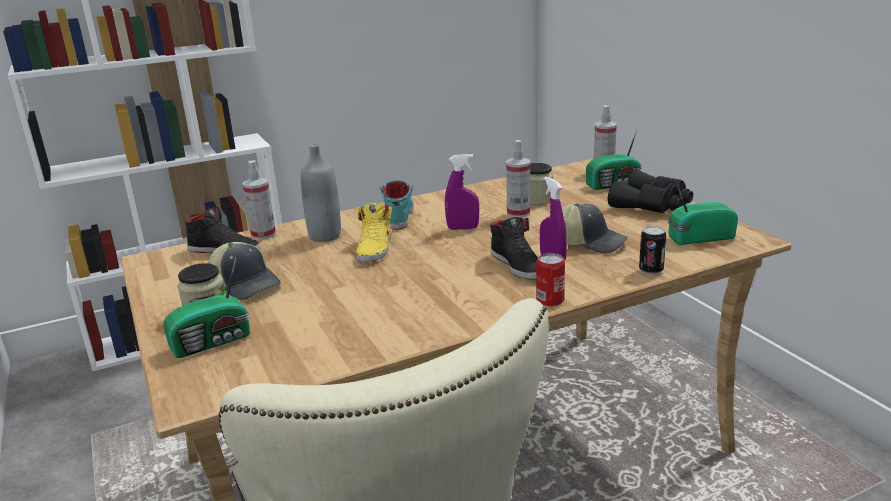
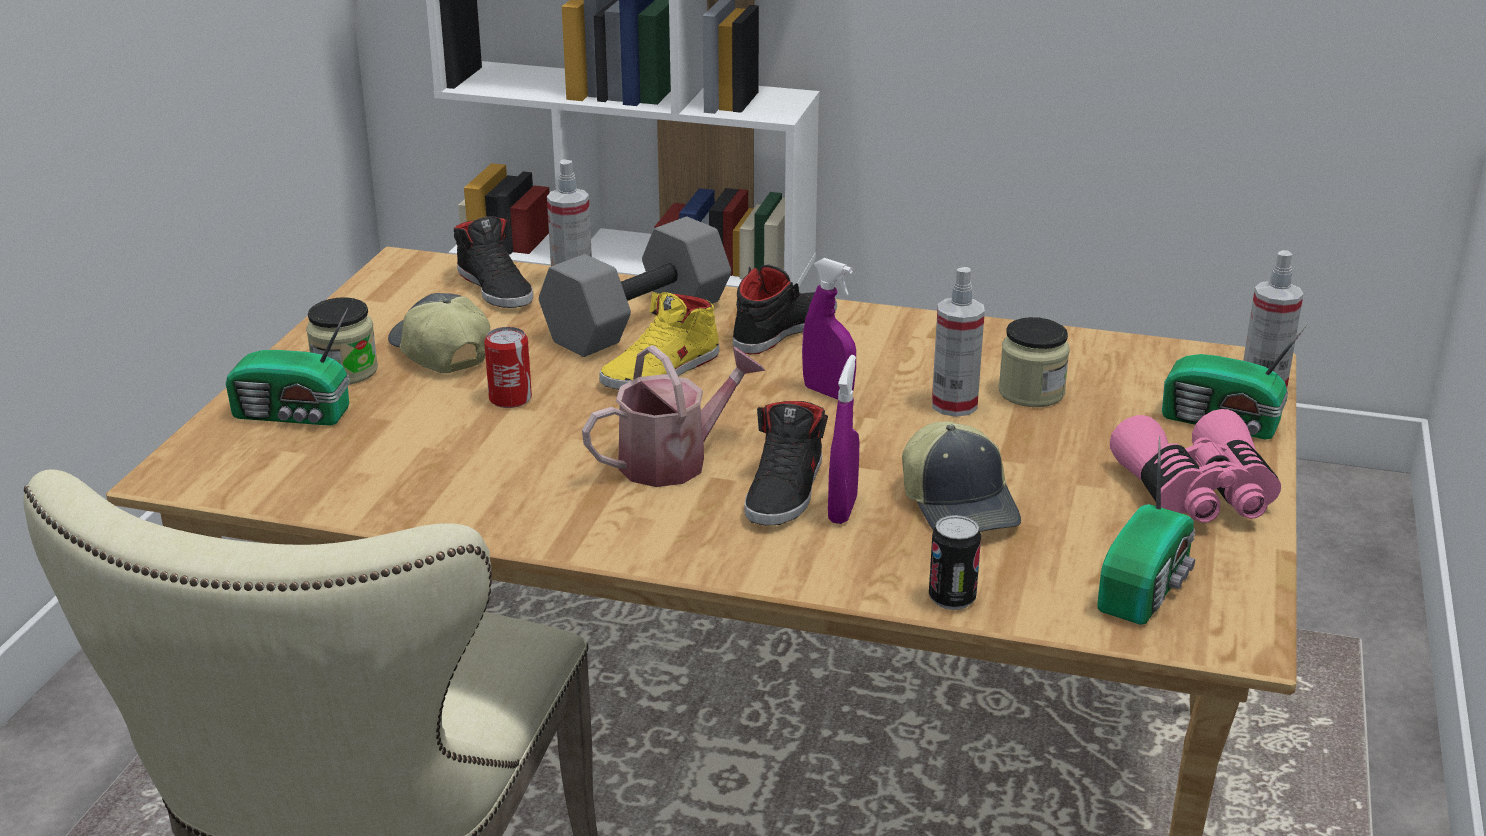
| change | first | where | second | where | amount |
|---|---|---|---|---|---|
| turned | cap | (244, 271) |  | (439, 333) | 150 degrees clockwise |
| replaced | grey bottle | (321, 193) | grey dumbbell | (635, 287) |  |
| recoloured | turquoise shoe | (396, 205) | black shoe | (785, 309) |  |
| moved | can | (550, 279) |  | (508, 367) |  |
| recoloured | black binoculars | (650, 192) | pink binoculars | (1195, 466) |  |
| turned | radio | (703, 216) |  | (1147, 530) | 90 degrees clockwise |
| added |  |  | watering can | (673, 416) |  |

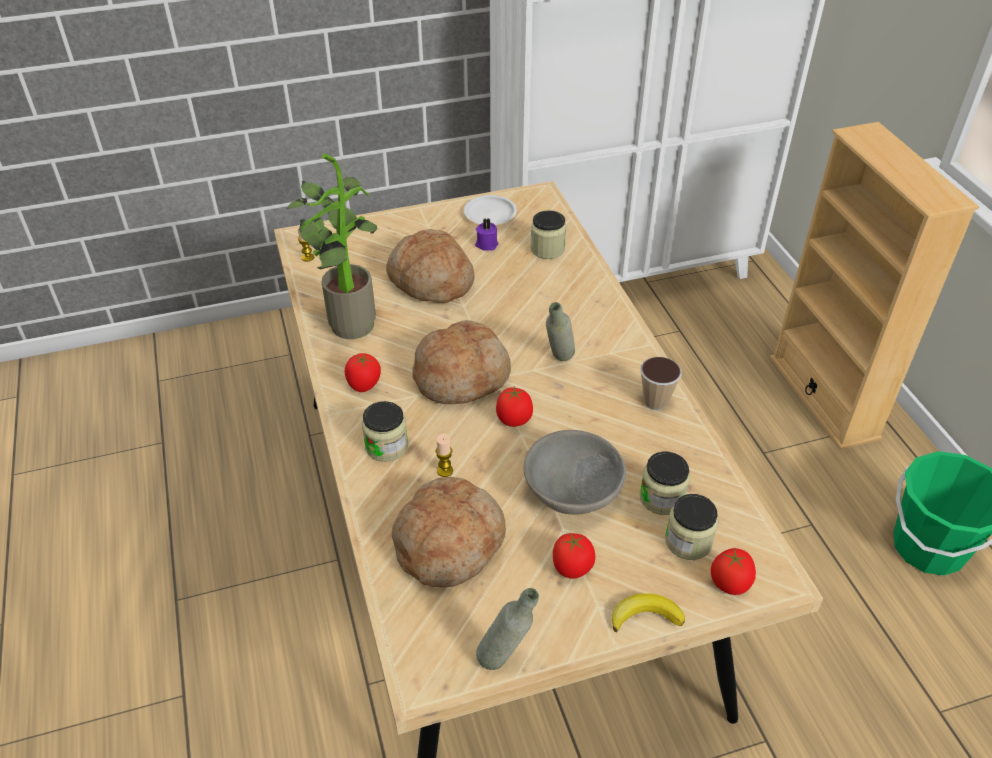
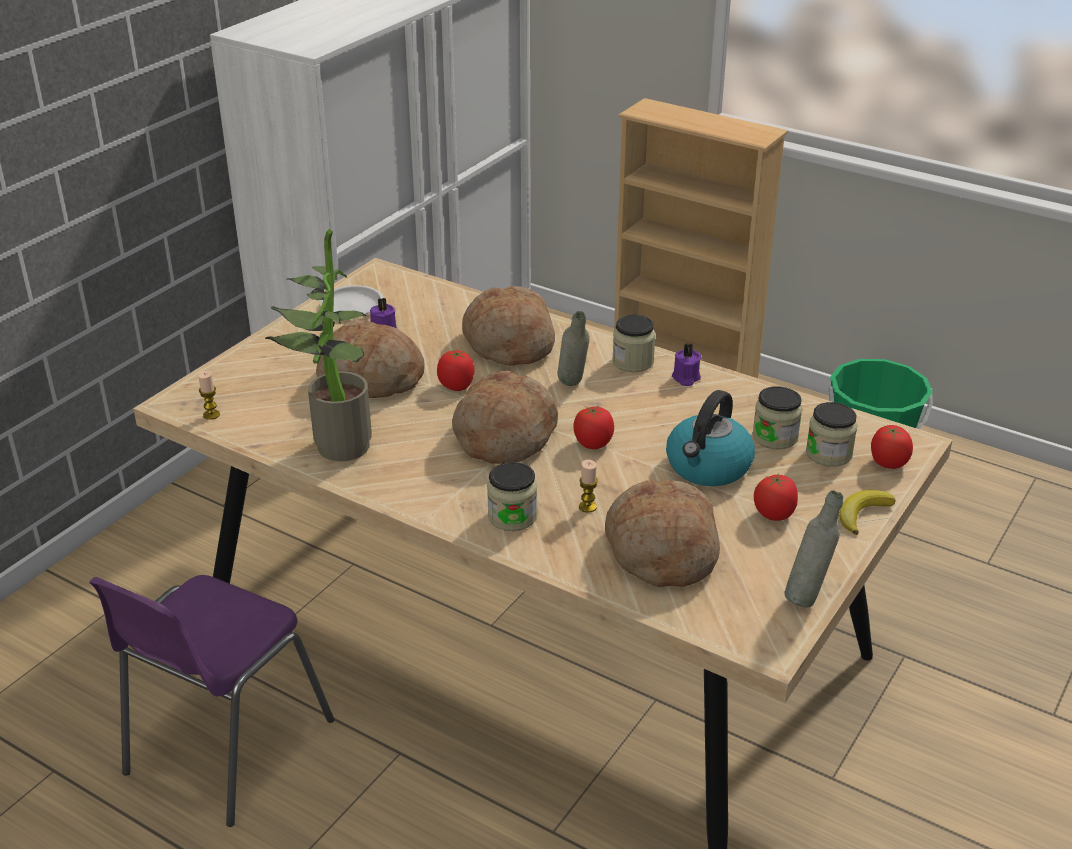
| change | first | where | second | where | amount |
|---|---|---|---|---|---|
| moved | tomato | (363, 372) |  | (455, 370) |  |
| replaced | grey bowl | (574, 472) | kettle | (710, 438) |  |
| moved | jar | (548, 234) |  | (634, 343) |  |
| replaced | cup | (661, 383) | purple candle | (687, 365) |  |
| added |  |  | purple chair | (211, 701) |  |
| added |  |  | bread | (508, 326) |  |

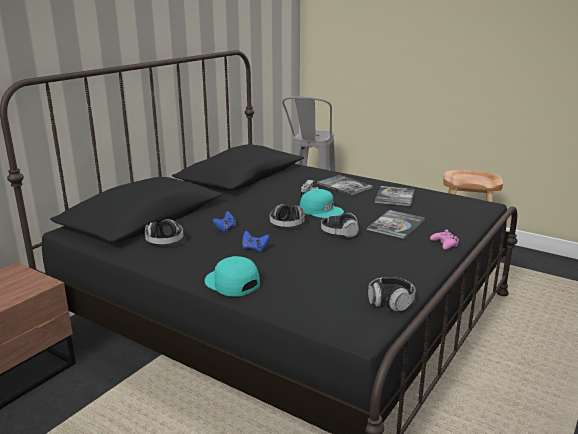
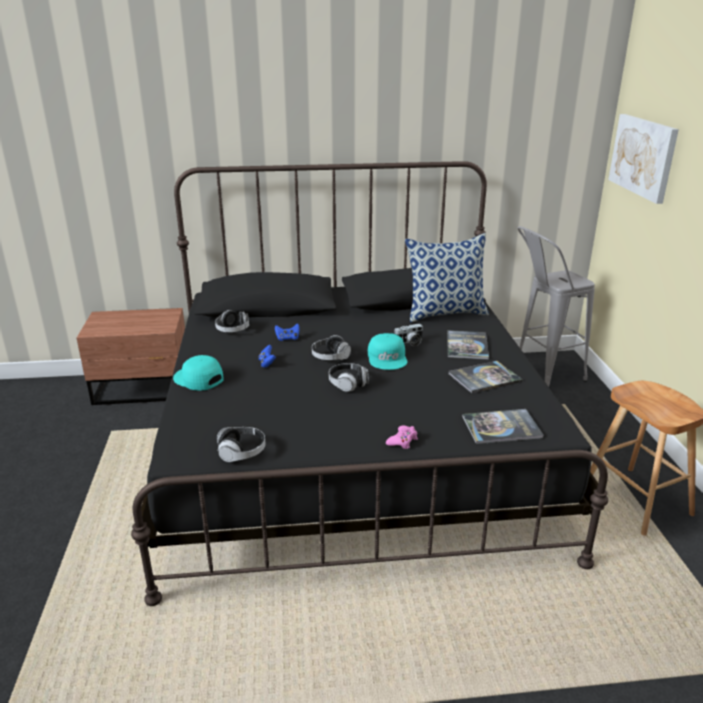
| change | first | where | second | where | amount |
|---|---|---|---|---|---|
| turned | turquoise cap | (232, 276) |  | (198, 373) | 60 degrees counterclockwise |
| moved | book | (396, 224) |  | (502, 426) |  |
| added |  |  | pillow | (447, 277) |  |
| added |  |  | picture | (643, 159) |  |

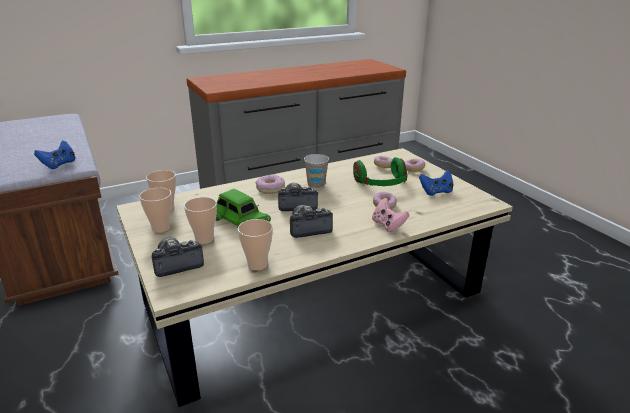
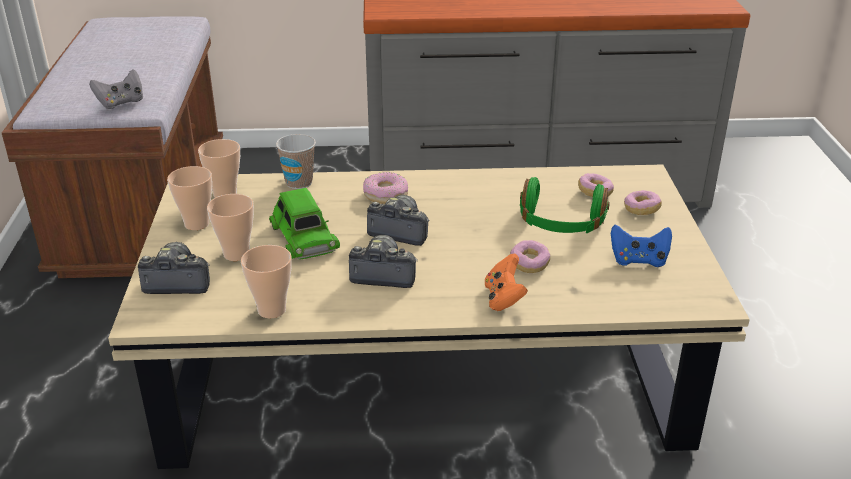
| change | first | where | second | where | amount |
|---|---|---|---|---|---|
| recoloured | blue game controller | (55, 154) | grey game controller | (116, 89) |  |
| moved | cup | (316, 171) |  | (296, 161) |  |
| recoloured | pink game controller | (390, 215) | orange game controller | (506, 282) |  |

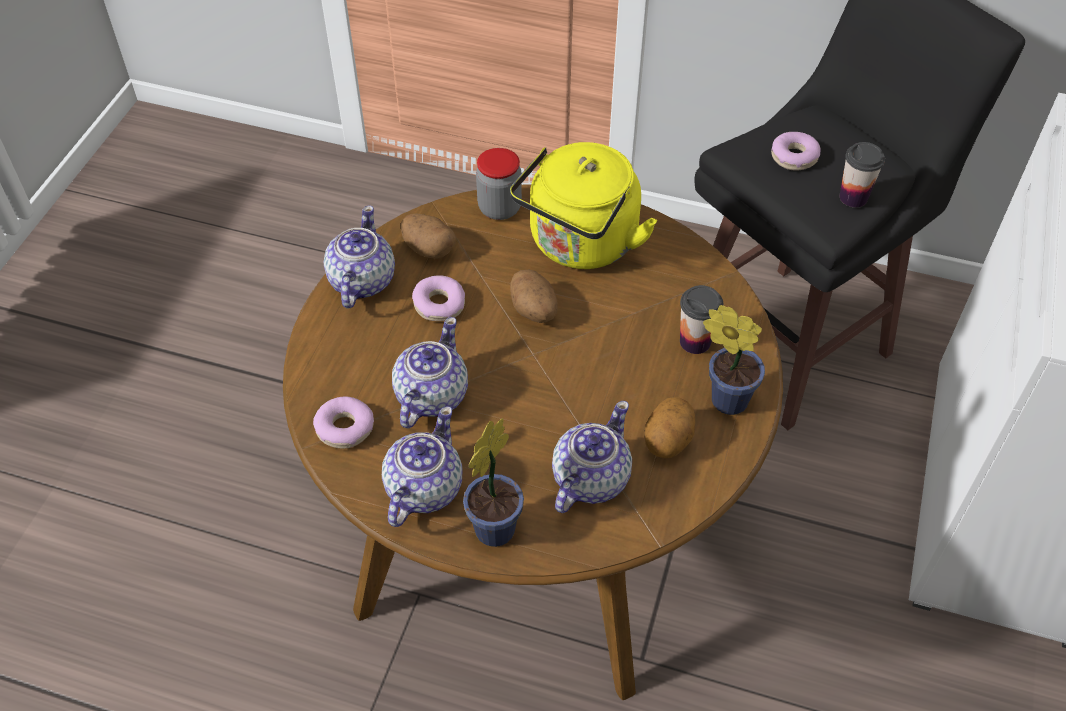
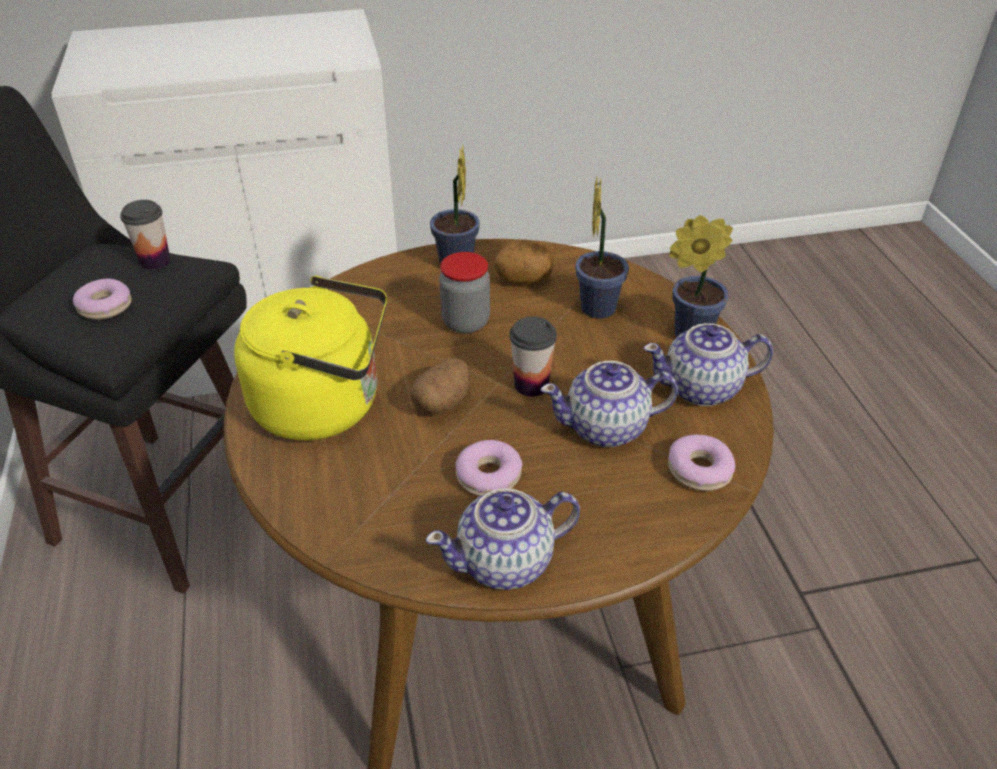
| change | first | where | second | where | amount |
|---|---|---|---|---|---|
| removed | potato | (428, 236) |  |  |  |
| moved | jar | (499, 184) |  | (464, 293) |  |
| replaced | teapot | (592, 457) | potted plant | (602, 248) |  |
| moved | cup | (702, 319) |  | (533, 357) |  |

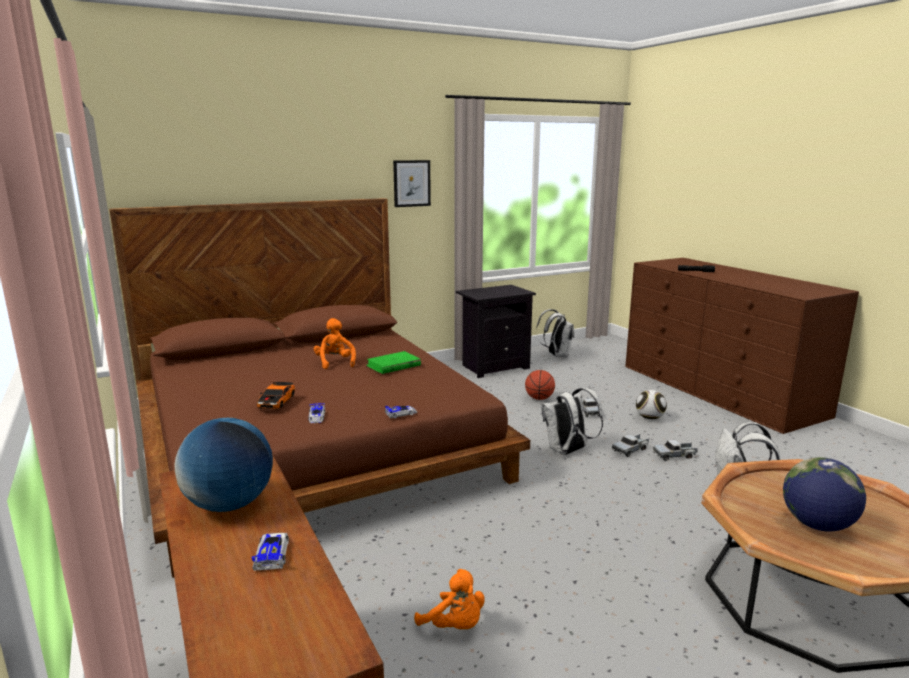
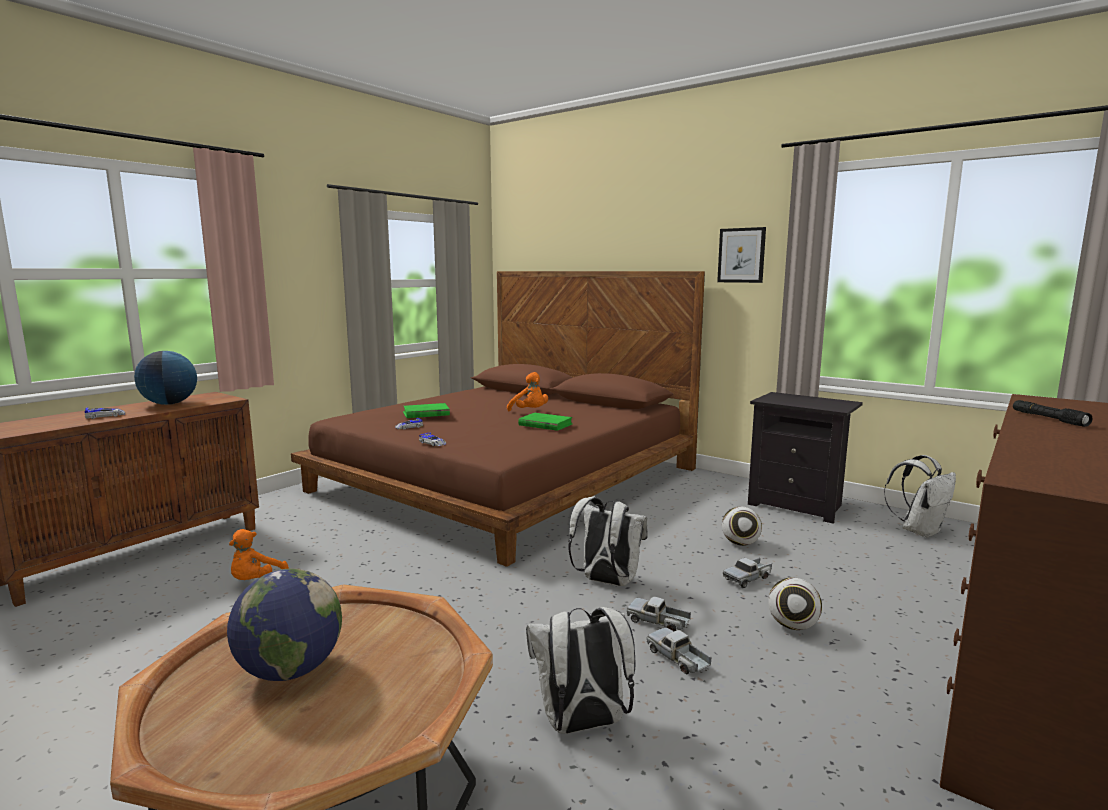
| change | first | where | second | where | amount |
|---|---|---|---|---|---|
| replaced | toy car | (276, 395) | green book | (426, 410) |  |
| turned | orange plush toy | (335, 343) |  | (527, 392) | 90 degrees clockwise |
| replaced | basketball | (540, 385) | football | (742, 526) |  |

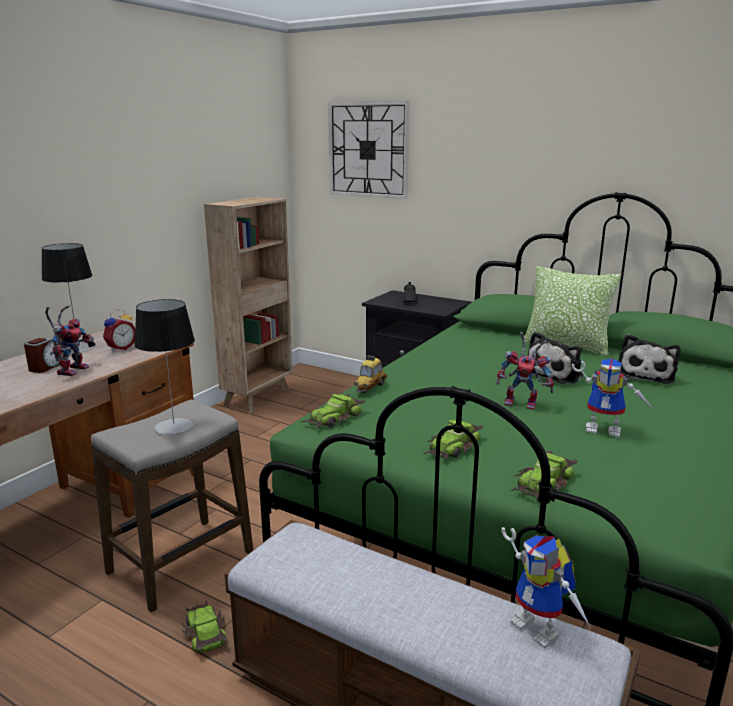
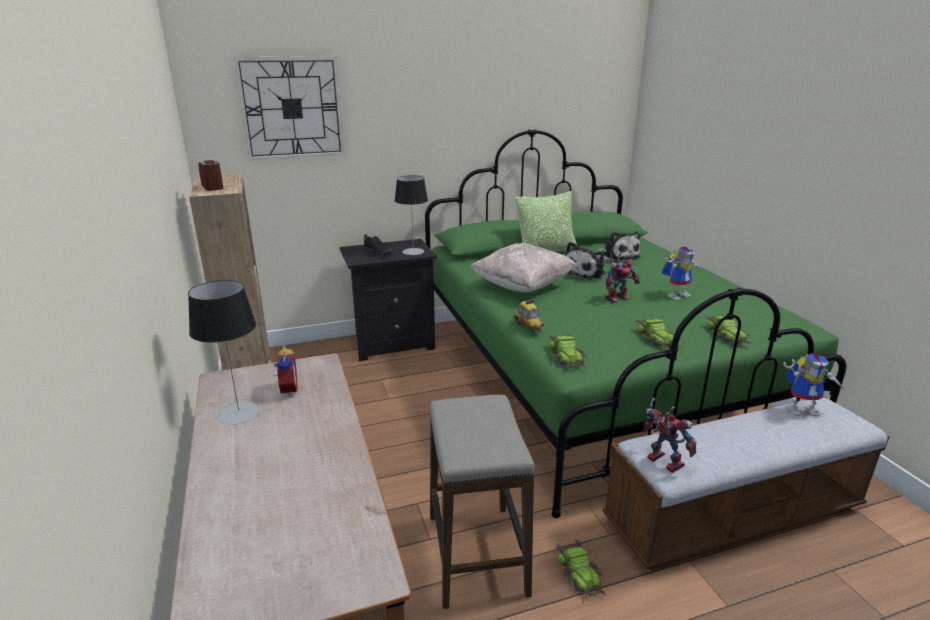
| change | first | where | second | where | amount |
|---|---|---|---|---|---|
| moved | alarm clock | (44, 355) |  | (211, 175) |  |
| moved | toy robot | (70, 340) |  | (670, 435) |  |
| moved | table lamp | (164, 367) |  | (411, 215) |  |
| turned | toy car | (203, 626) |  | (581, 571) | 120 degrees counterclockwise |
| turned | plush toy | (556, 358) |  | (586, 261) | 45 degrees clockwise |
| added |  |  | beige pillow | (523, 267) |  |

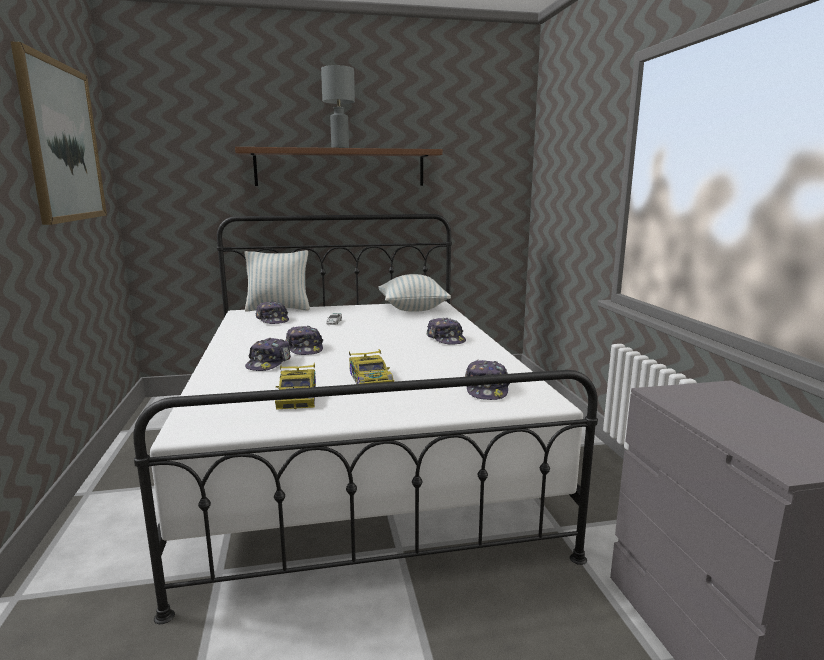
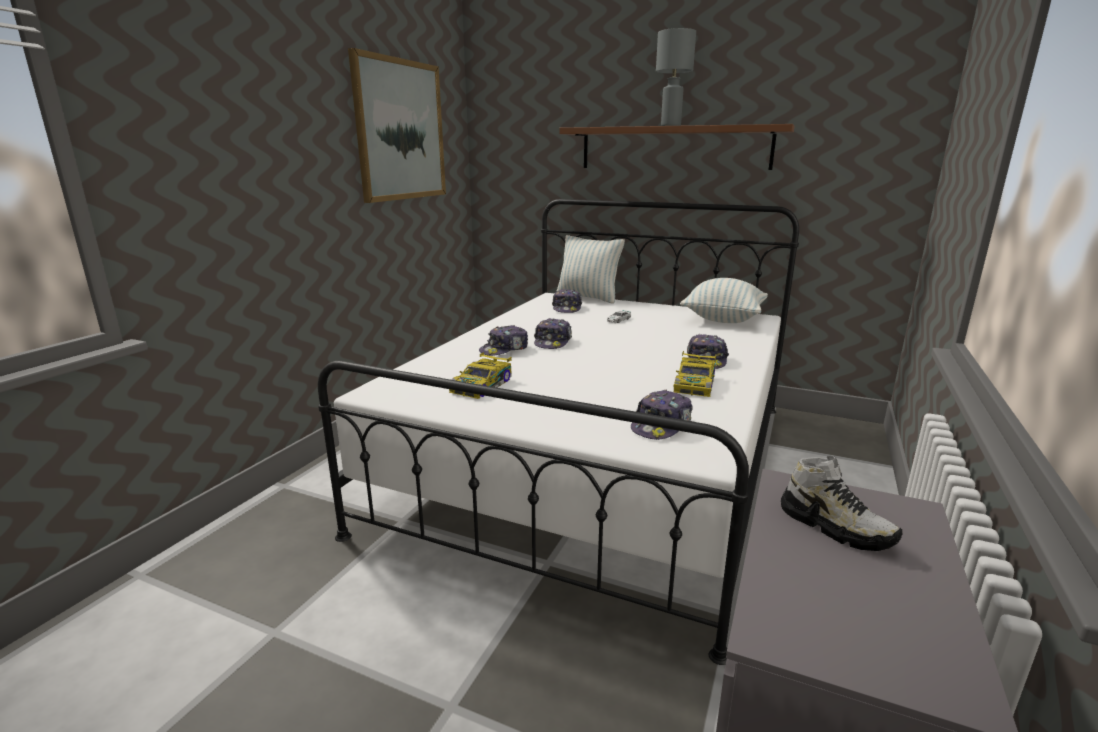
| change | first | where | second | where | amount |
|---|---|---|---|---|---|
| moved | toy car | (371, 366) |  | (695, 374) |  |
| added |  |  | shoe | (841, 503) |  |

